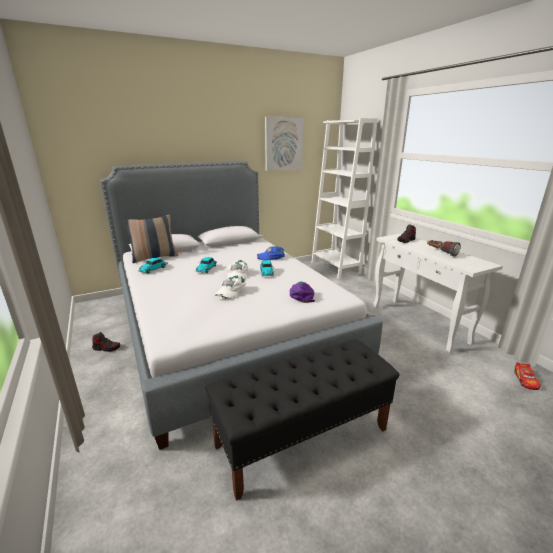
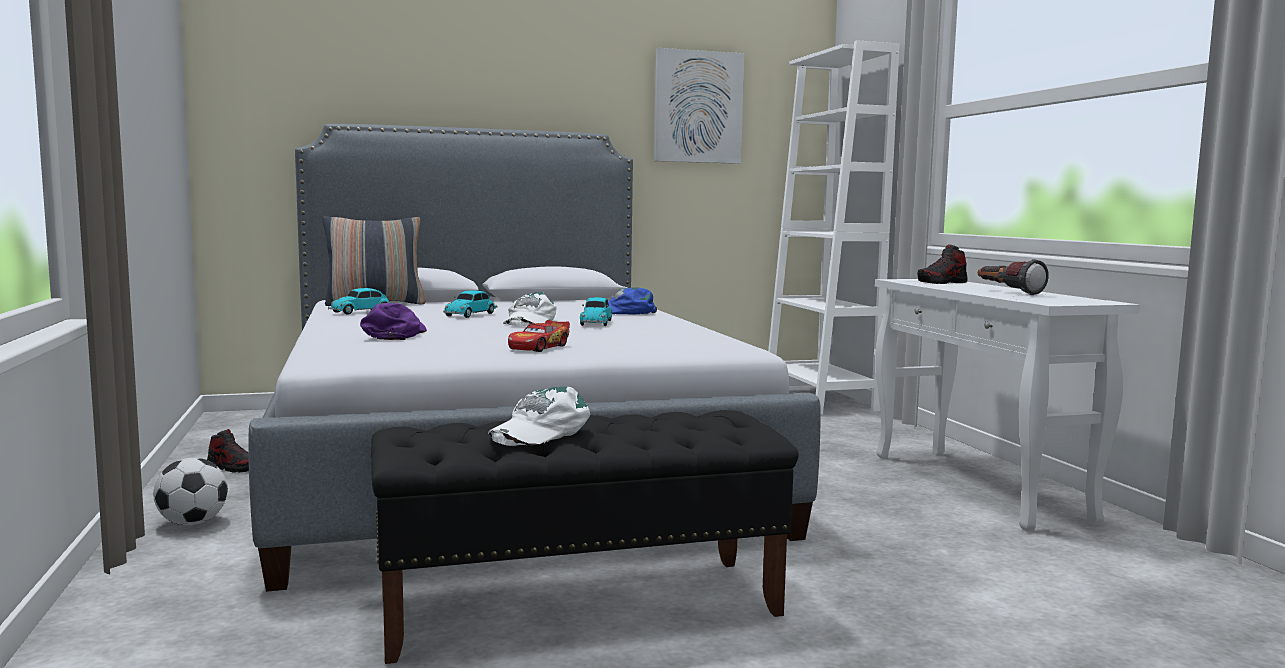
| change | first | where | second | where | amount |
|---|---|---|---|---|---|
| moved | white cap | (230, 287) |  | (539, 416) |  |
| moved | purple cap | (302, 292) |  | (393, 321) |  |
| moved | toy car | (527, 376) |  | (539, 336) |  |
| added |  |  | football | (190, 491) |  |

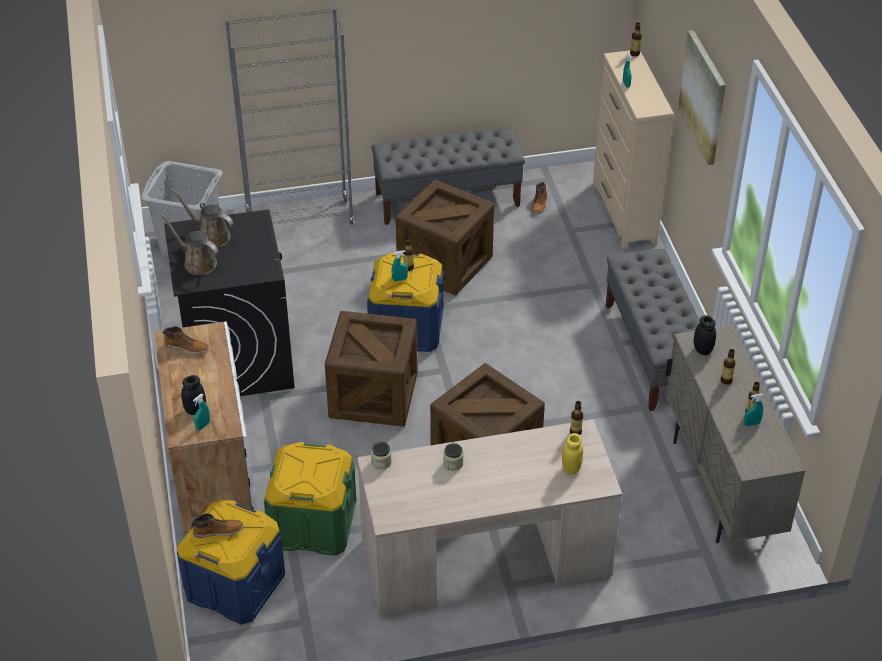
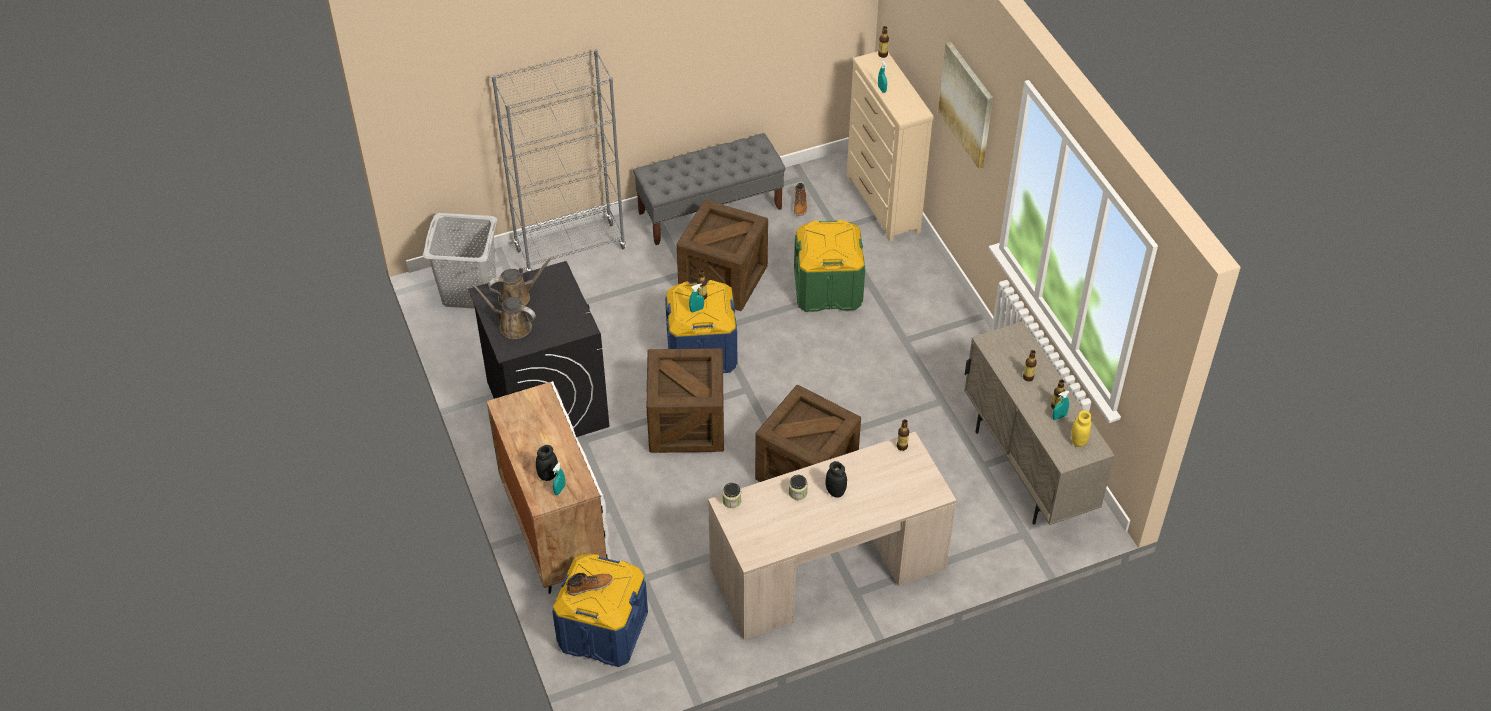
| change | first | where | second | where | amount |
|---|---|---|---|---|---|
| removed | boot | (186, 340) |  |  |  |
| turned | brown watering can | (203, 218) |  | (521, 281) | 135 degrees clockwise |
| moved | green storage box | (310, 499) |  | (829, 265) |  |
| moved | yellow jar | (572, 454) |  | (1081, 428) |  |
| removed | grey bench | (653, 330) |  |  |  |
| moved | black jar | (705, 335) |  | (836, 479) |  |

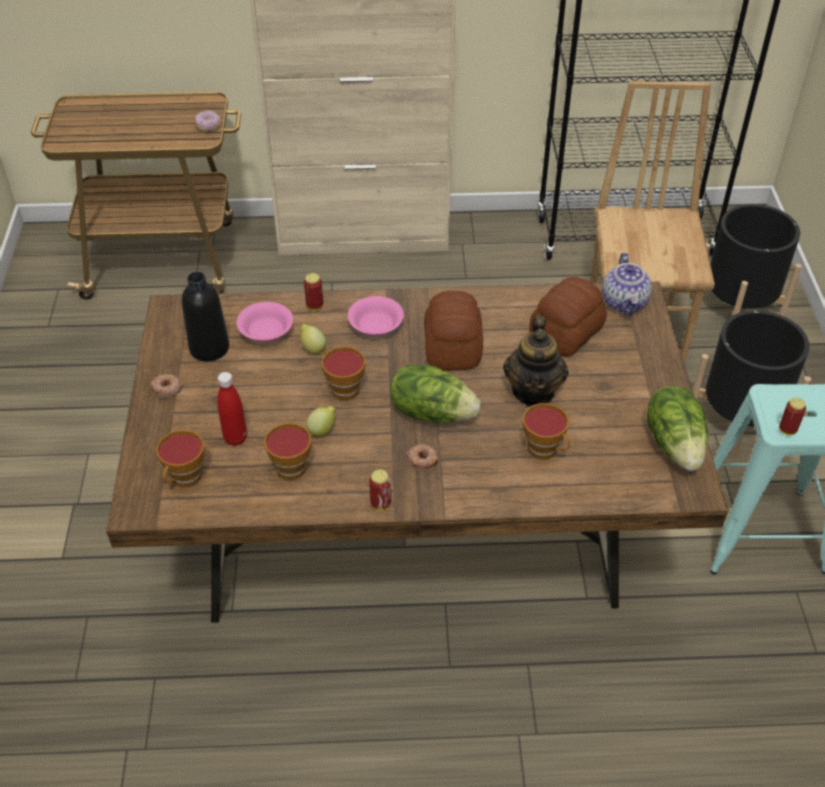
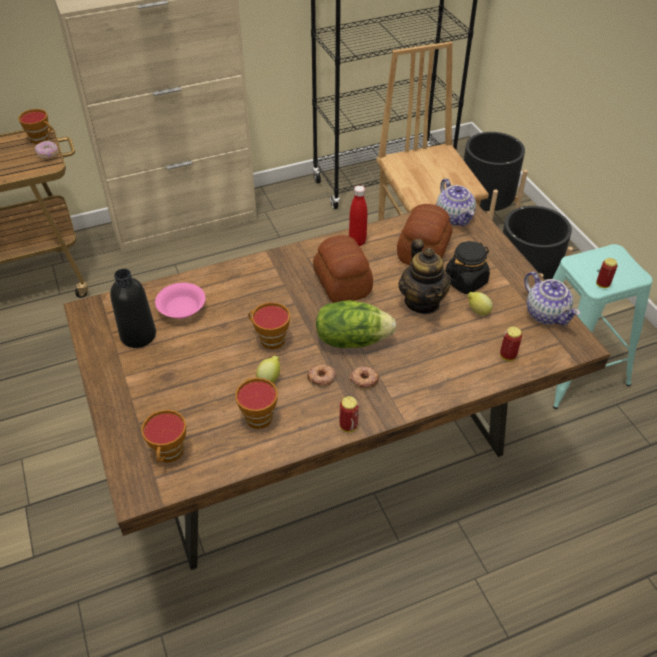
| change | first | where | second | where | amount |
|---|---|---|---|---|---|
| moved | donut | (166, 386) |  | (321, 375) |  |
| moved | red bottle | (232, 409) |  | (358, 216) |  |
| moved | lemon | (313, 339) |  | (480, 304) |  |
| moved | can | (313, 292) |  | (511, 343) |  |
| removed | pink bowl | (376, 316) |  |  |  |
| moved | cup | (546, 431) |  | (34, 126) |  |
| replaced | lettuce | (677, 428) | teapot | (552, 298) |  |
| added |  |  | black jar | (467, 267) |  |

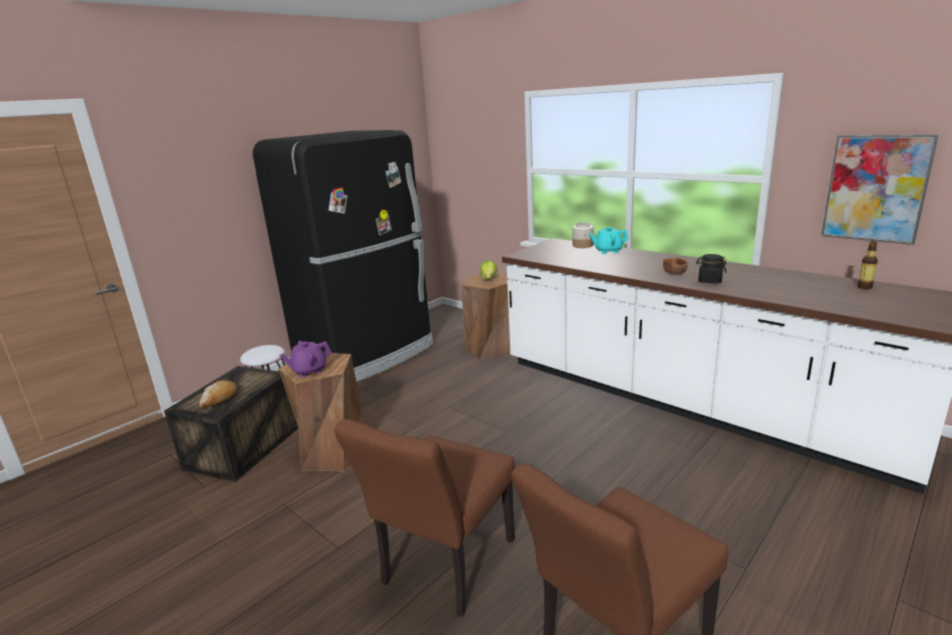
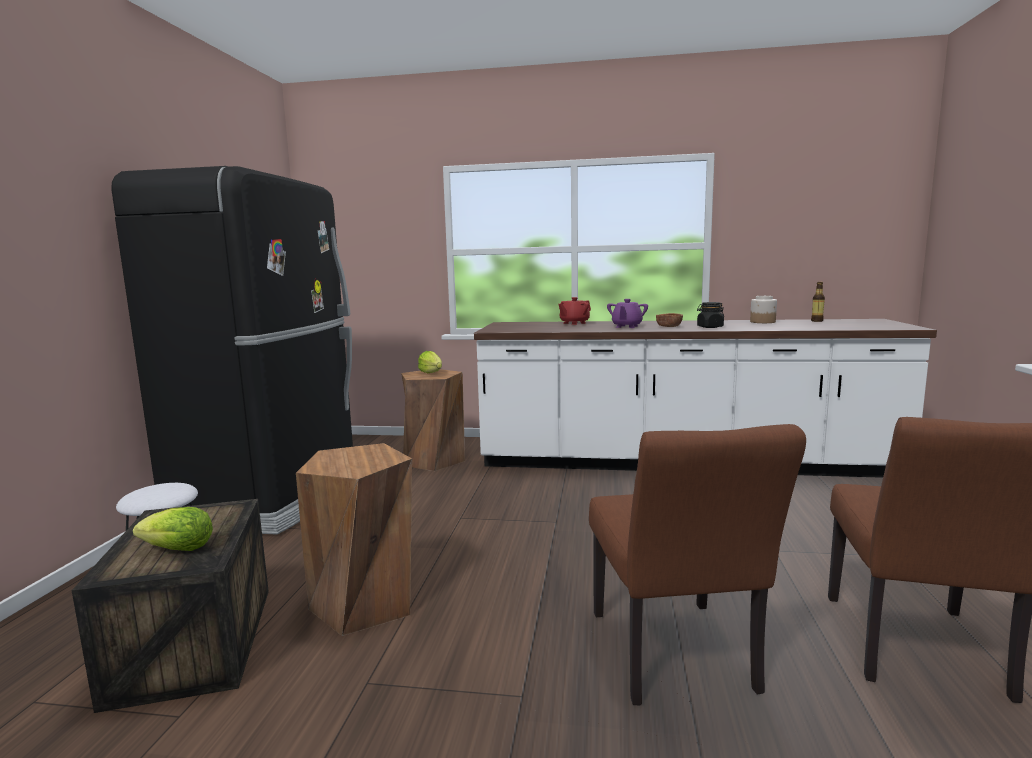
| change | first | where | second | where | amount |
|---|---|---|---|---|---|
| replaced | bread | (218, 394) | lettuce | (173, 529) |  |
| moved | purple teapot | (305, 359) |  | (627, 313) |  |
| moved | jar | (582, 235) |  | (763, 309) |  |
| recoloured | turquoise teapot | (608, 240) | red teapot | (574, 311) |  |
| removed | picture | (880, 189) |  |  |  |

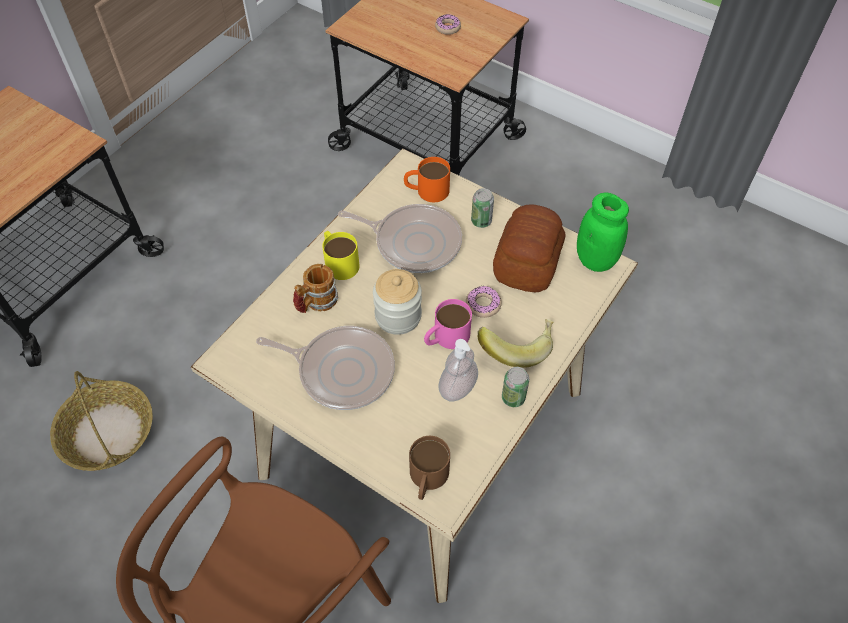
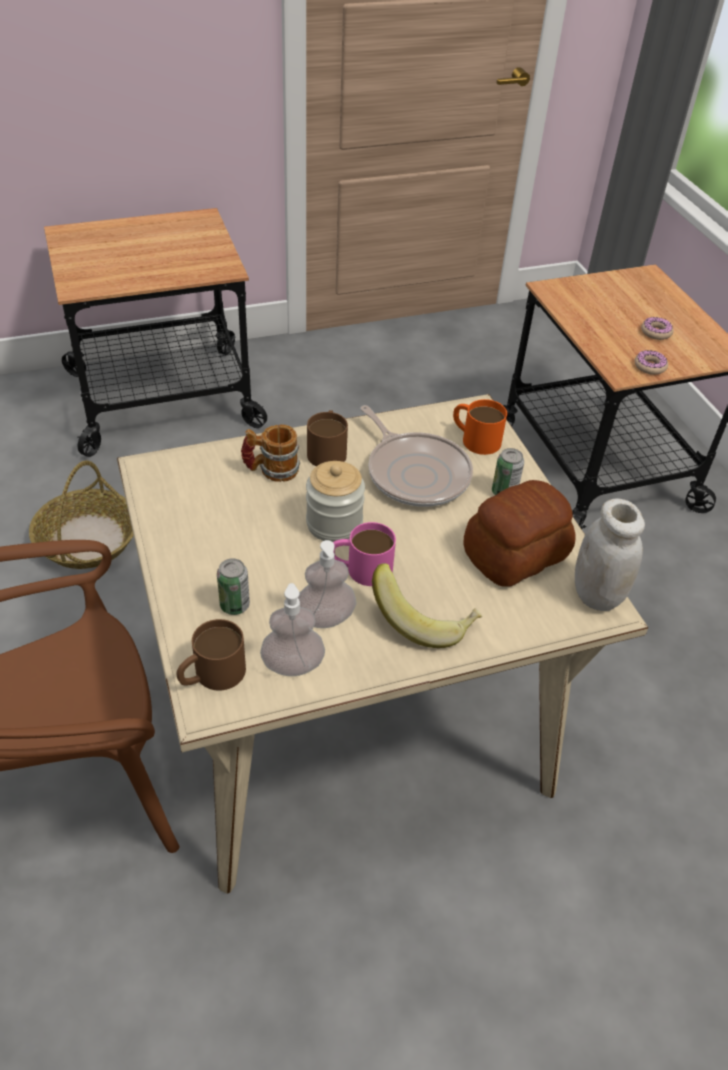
| change | first | where | second | where | amount |
|---|---|---|---|---|---|
| removed | frying pan | (325, 368) |  |  |  |
| recoloured | yellow mug | (341, 255) | brown mug | (327, 438) |  |
| moved | donut | (484, 302) |  | (651, 362) |  |
| moved | can | (515, 387) |  | (233, 586) |  |
| recoloured | green jar | (603, 232) | white jar | (610, 555) |  |
| added |  |  | soap dispenser | (292, 629) |  |

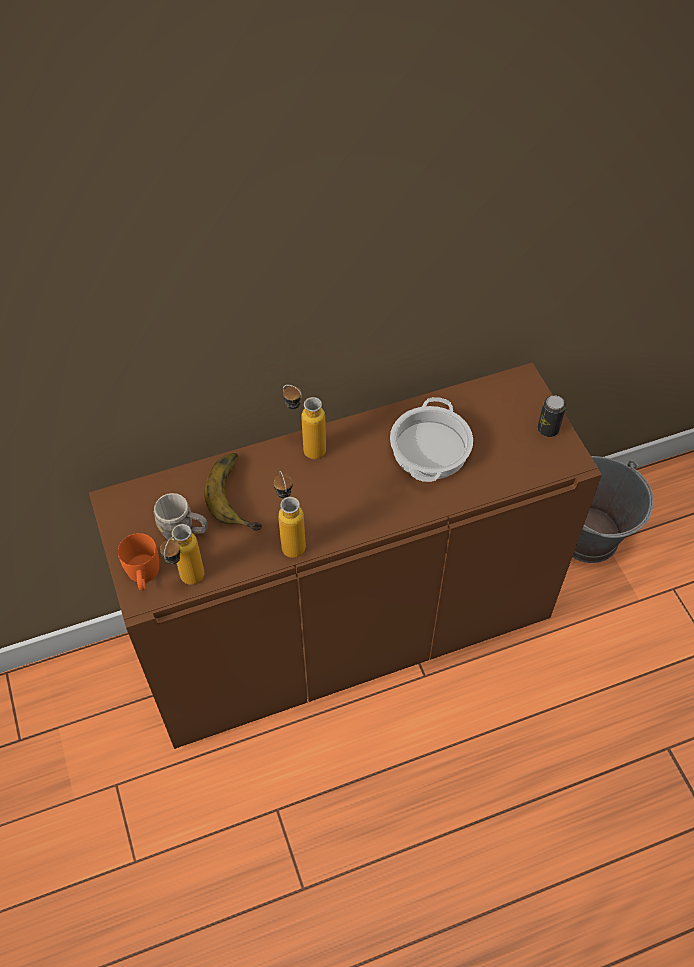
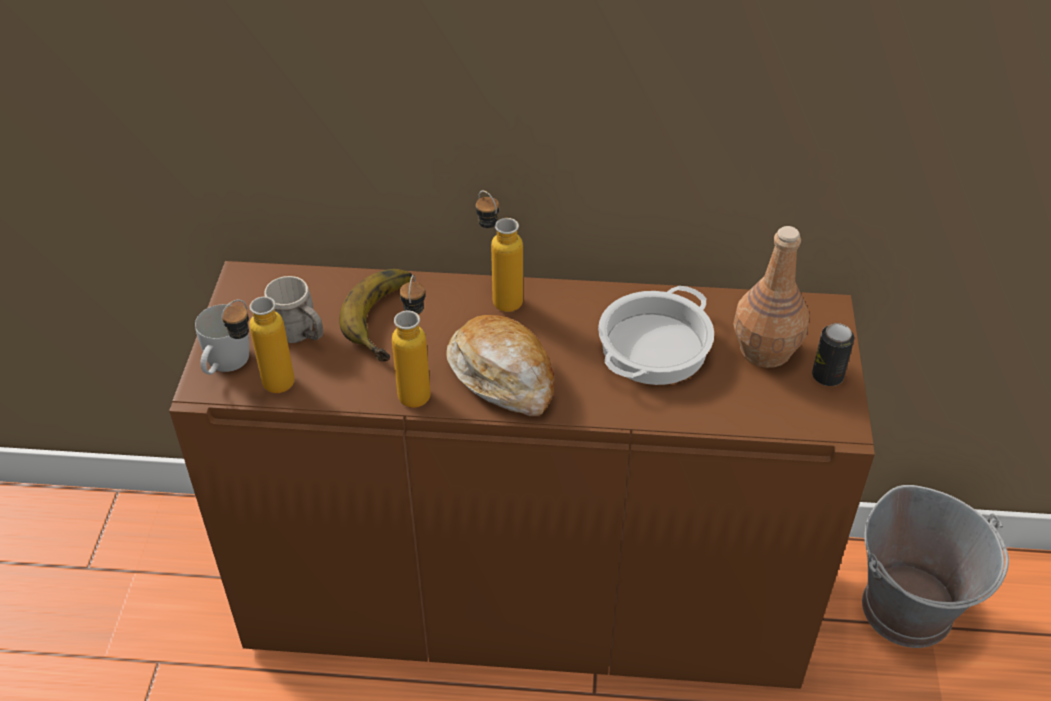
| change | first | where | second | where | amount |
|---|---|---|---|---|---|
| recoloured | orange mug | (138, 562) | white mug | (222, 339) |  |
| added |  |  | bread | (500, 365) |  |
| added |  |  | brown bottle | (771, 297) |  |

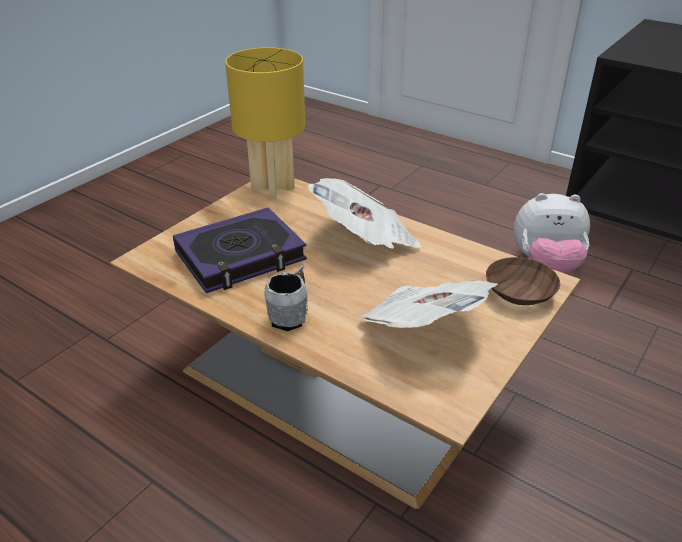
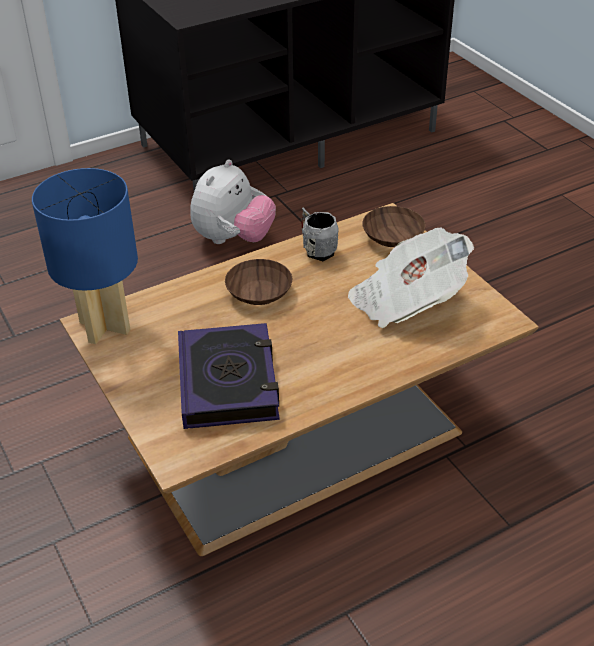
| change | first | where | second | where | amount |
|---|---|---|---|---|---|
| recoloured | yellow table lamp | (265, 122) | blue table lamp | (85, 256) |  |
| moved | grey mug | (286, 298) |  | (320, 234) |  |
| replaced | newspaper | (365, 213) | brown bowl | (258, 282) |  |

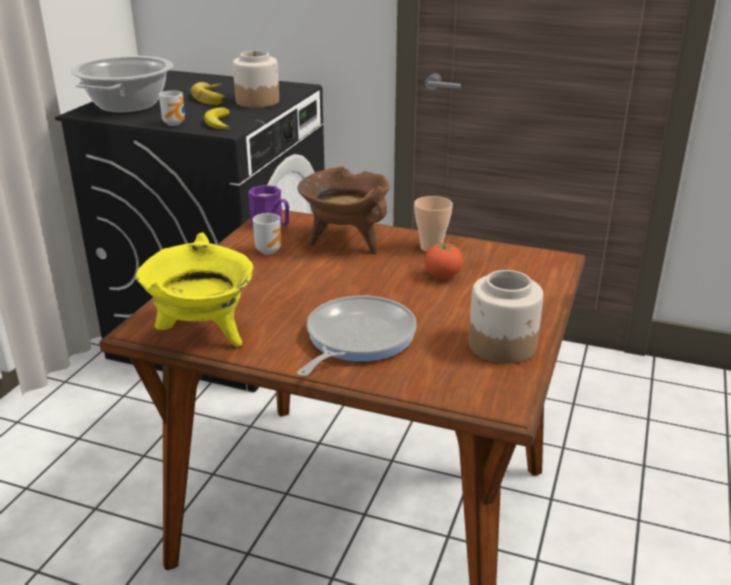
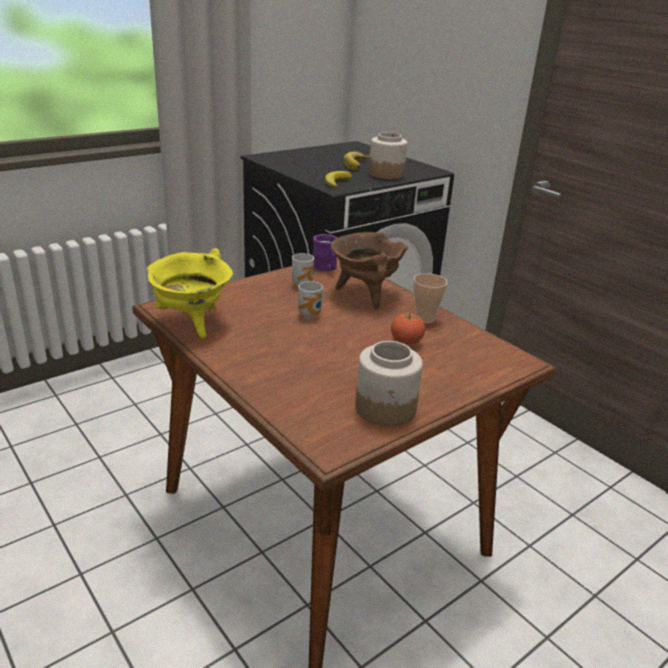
| change | first | where | second | where | amount |
|---|---|---|---|---|---|
| removed | cooking pot | (121, 84) |  |  |  |
| moved | mug | (172, 108) |  | (311, 299) |  |
| removed | frying pan | (357, 335) |  |  |  |

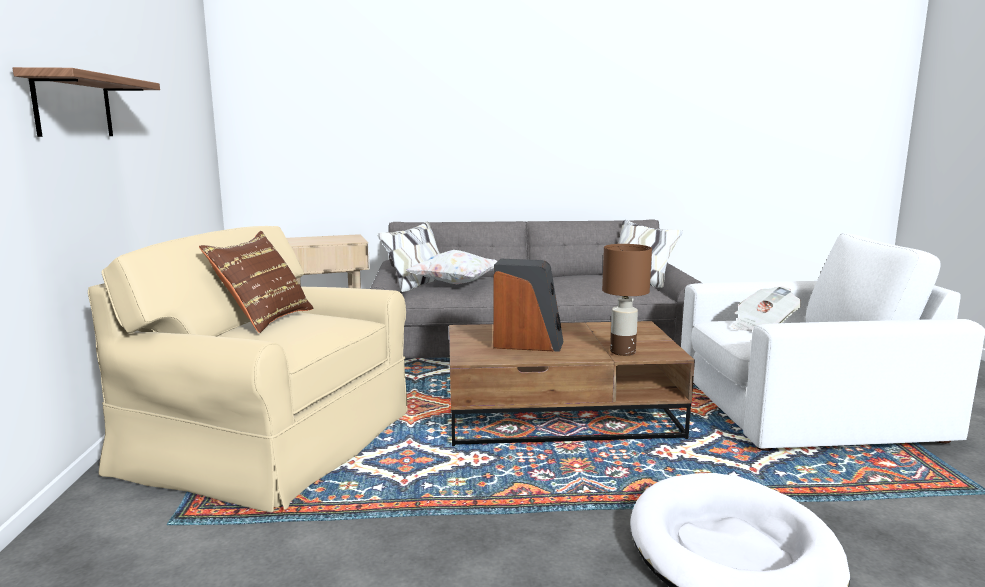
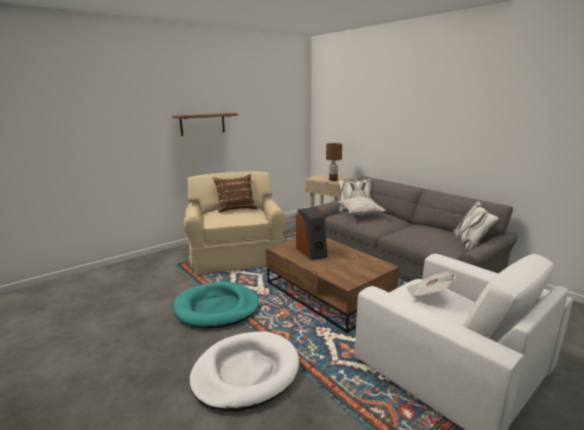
| change | first | where | second | where | amount |
|---|---|---|---|---|---|
| moved | brown table lamp | (627, 300) |  | (334, 162) |  |
| added |  |  | turquoise dog bed | (216, 305) |  |

